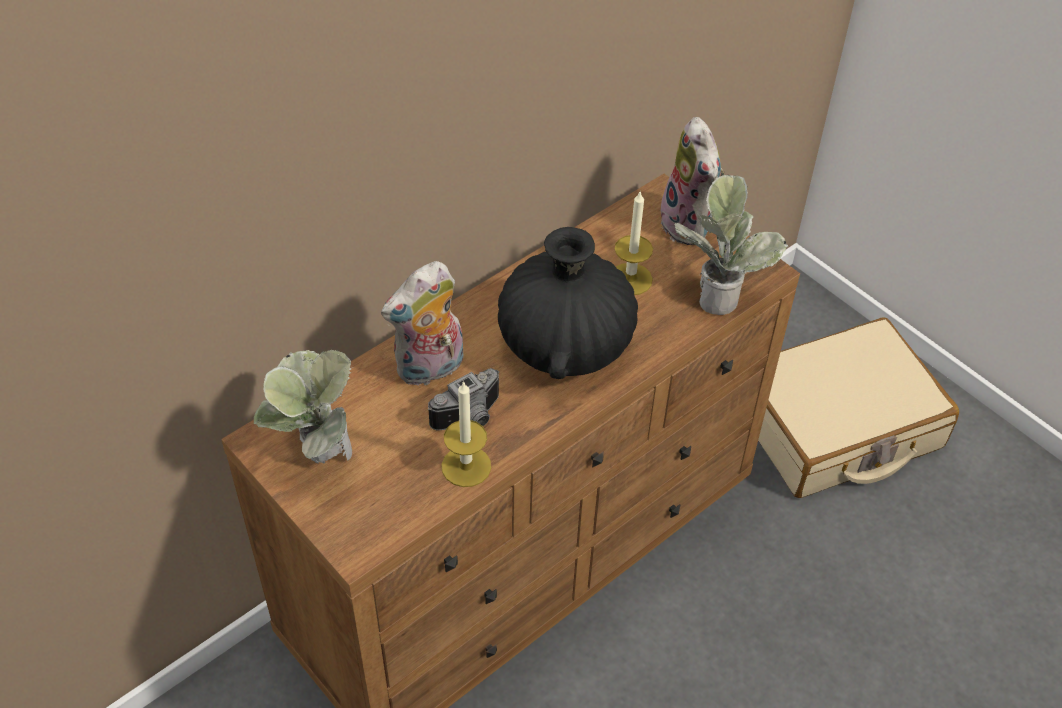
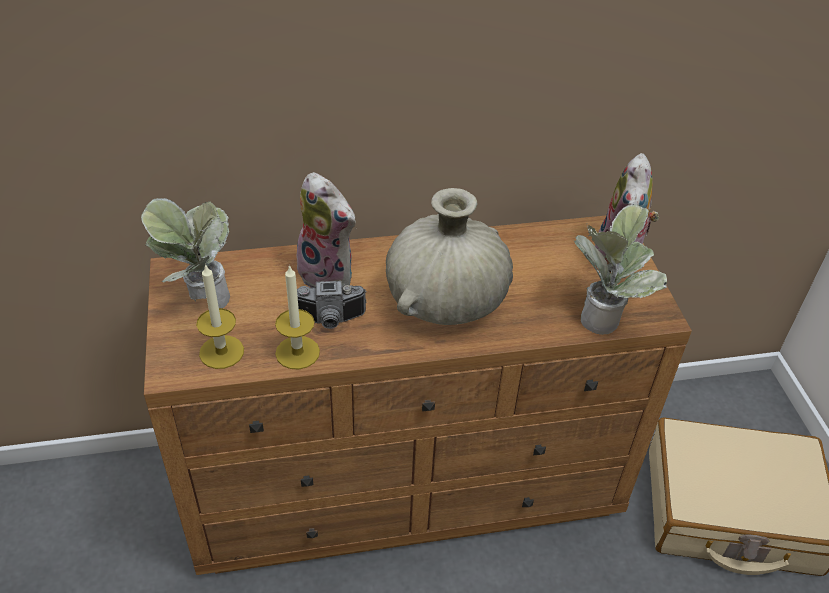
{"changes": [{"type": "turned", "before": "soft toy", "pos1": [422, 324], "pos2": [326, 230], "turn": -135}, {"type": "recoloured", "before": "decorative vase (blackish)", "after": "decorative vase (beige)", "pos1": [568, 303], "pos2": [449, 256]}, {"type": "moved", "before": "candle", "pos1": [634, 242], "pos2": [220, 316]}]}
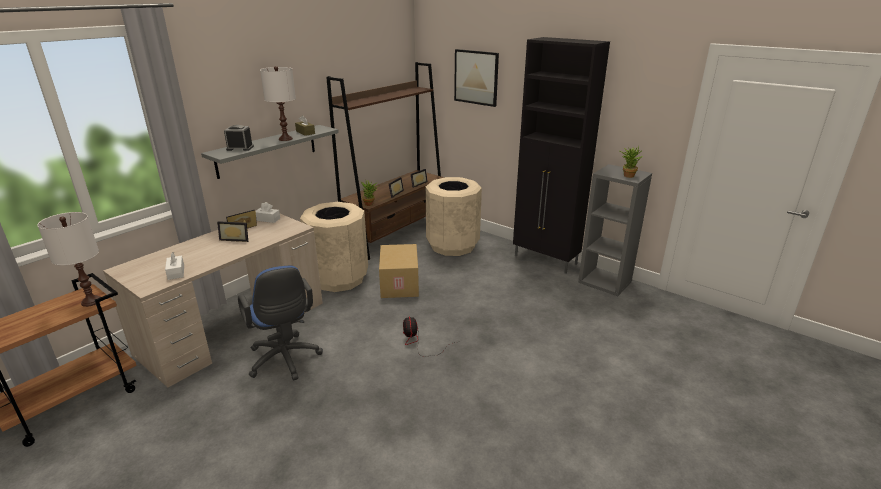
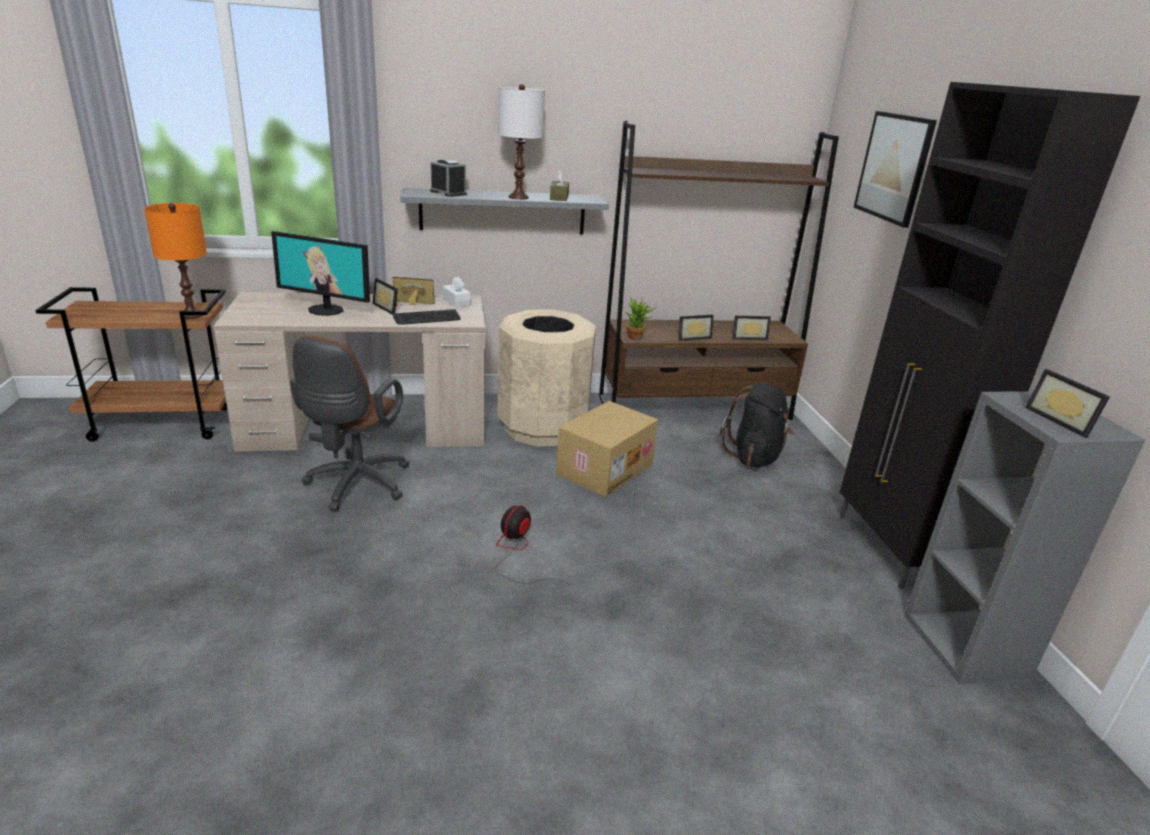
{"changes": [{"type": "recoloured", "before": "lamp for a table (white)", "after": "lamp for a table (orangey)", "pos1": [69, 259], "pos2": [175, 261]}, {"type": "removed", "before": "box of tissues (white)", "pos1": [174, 266]}, {"type": "recoloured", "before": "computer chair (blue-coloured)", "after": "computer chair (brown-coloured)", "pos1": [280, 323], "pos2": [350, 424]}, {"type": "replaced", "before": "trash can (beige)", "after": "rucksack (blackish)", "pos1": [453, 216], "pos2": [757, 425]}, {"type": "replaced", "before": "plant in a pot", "after": "picture frame", "pos1": [631, 162], "pos2": [1067, 403]}, {"type": "added", "after": "monitor", "pos2": [320, 273]}, {"type": "added", "after": "PC keyboard", "pos2": [427, 317]}]}
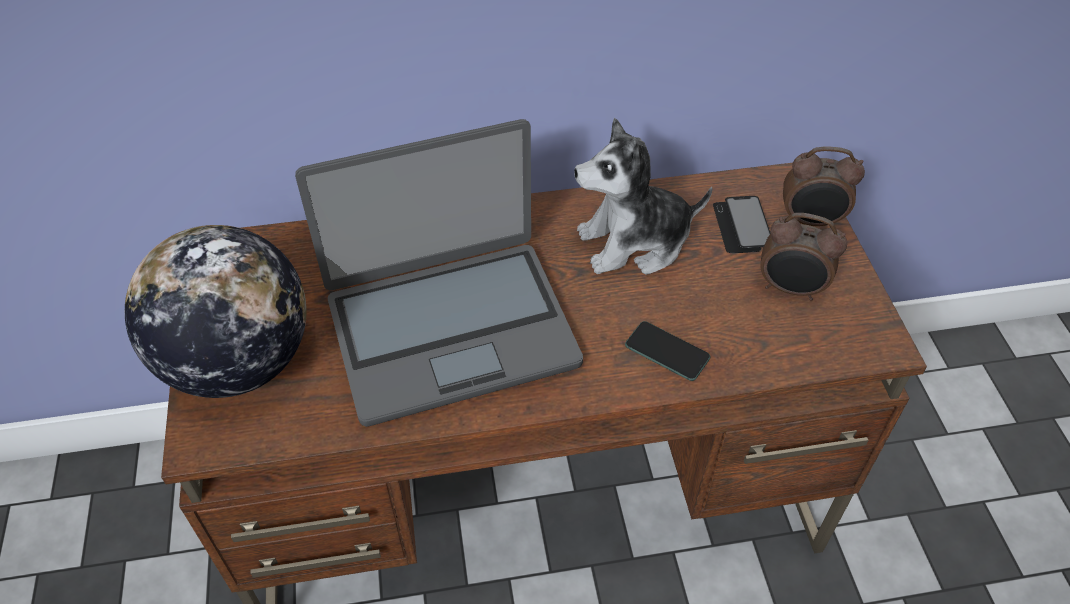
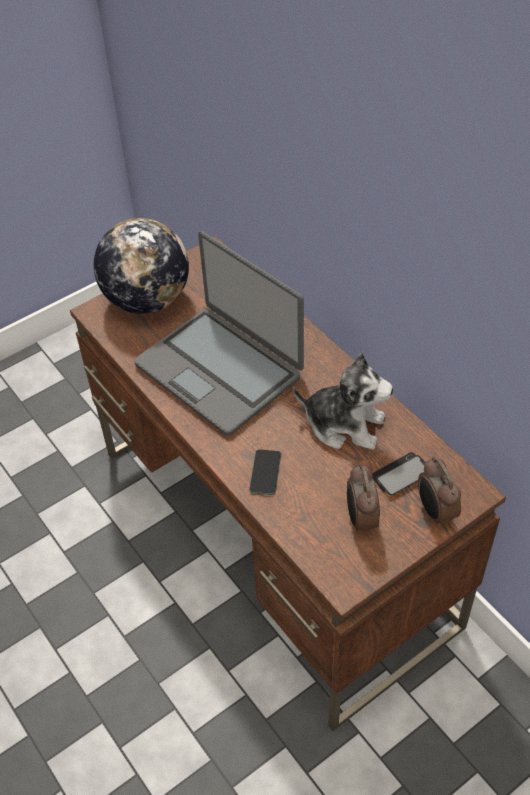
{"changes": [{"type": "turned", "before": "soft toy", "pos1": [643, 196], "pos2": [343, 401], "turn": 150}]}
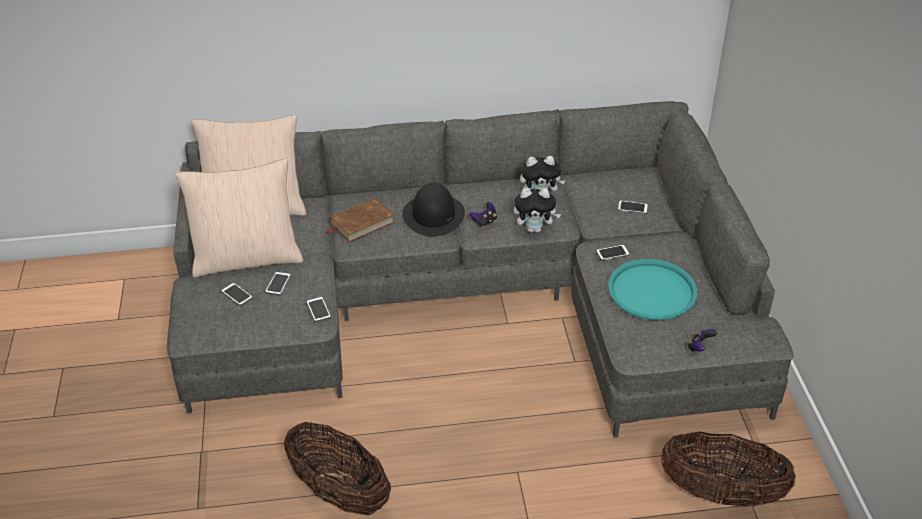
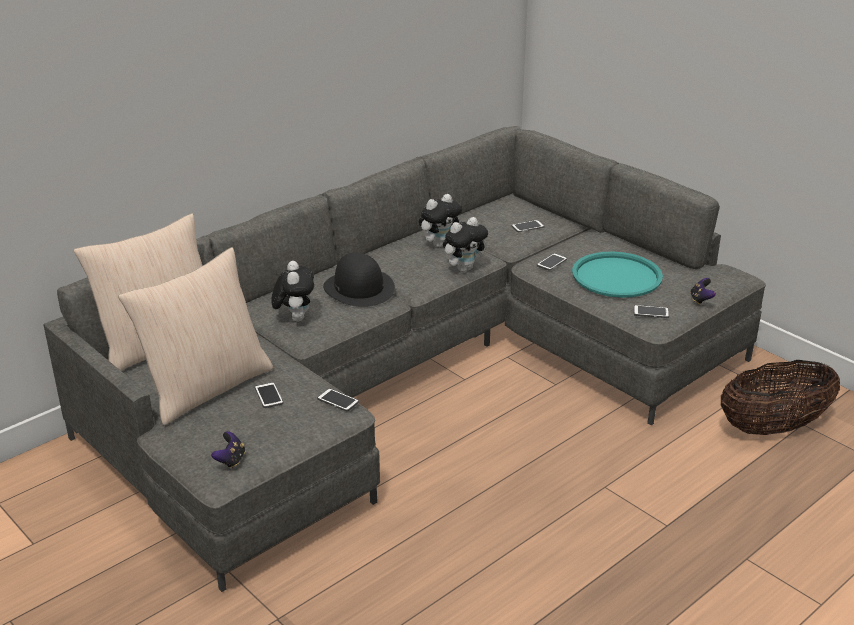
{"changes": [{"type": "moved", "before": "telephone", "pos1": [237, 294], "pos2": [651, 311]}, {"type": "removed", "before": "household basket", "pos1": [337, 468]}, {"type": "replaced", "before": "bound book (brown-coloured)", "after": "soft toy", "pos1": [360, 219], "pos2": [292, 291]}, {"type": "moved", "before": "joypad", "pos1": [483, 215], "pos2": [228, 449]}]}
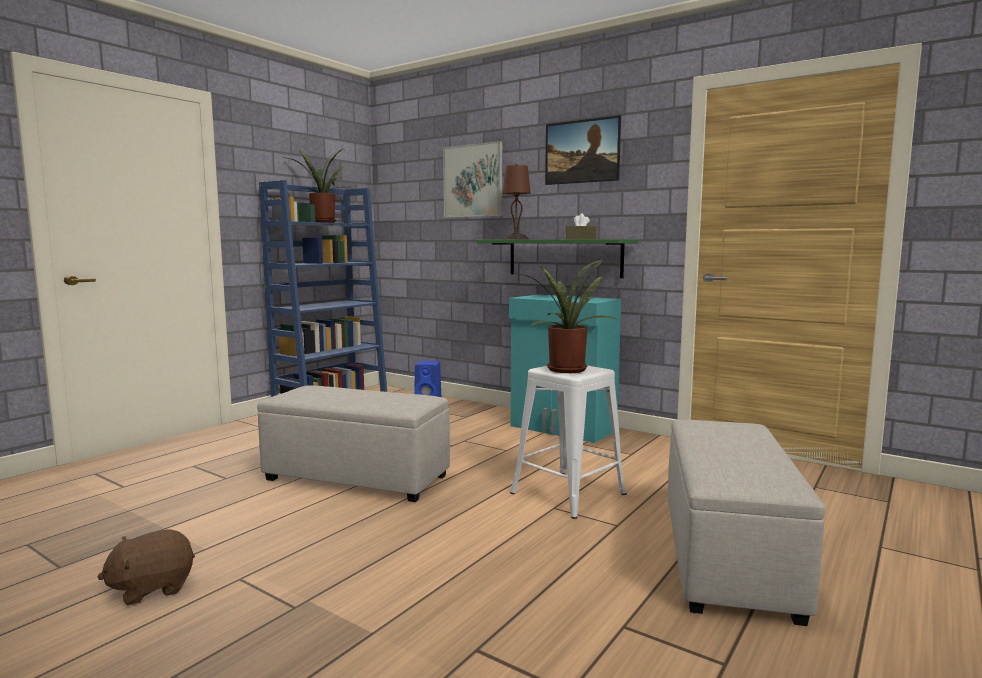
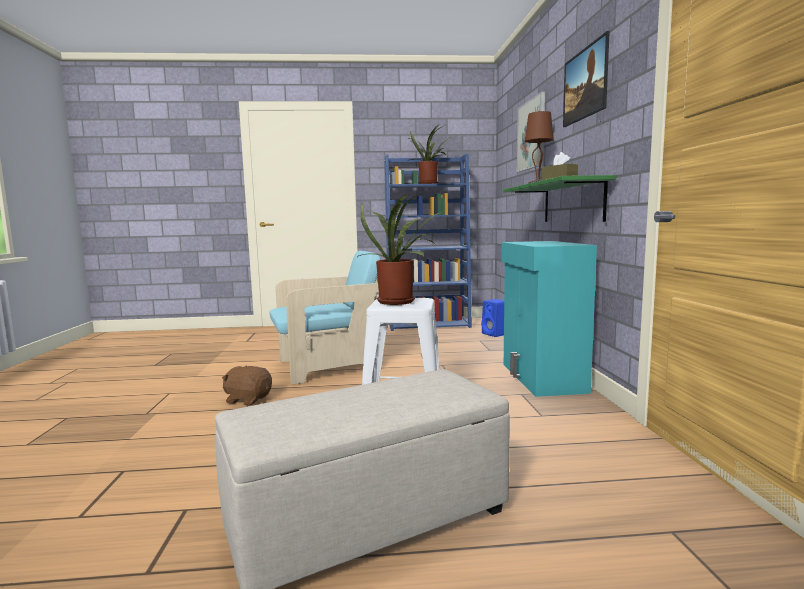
{"changes": [{"type": "moved", "before": "soft toy (brown-coloured)", "pos1": [146, 567], "pos2": [247, 385]}, {"type": "replaced", "before": "pouffe (beige)", "after": "armchair (blue-green)", "pos1": [353, 443], "pos2": [325, 318]}]}
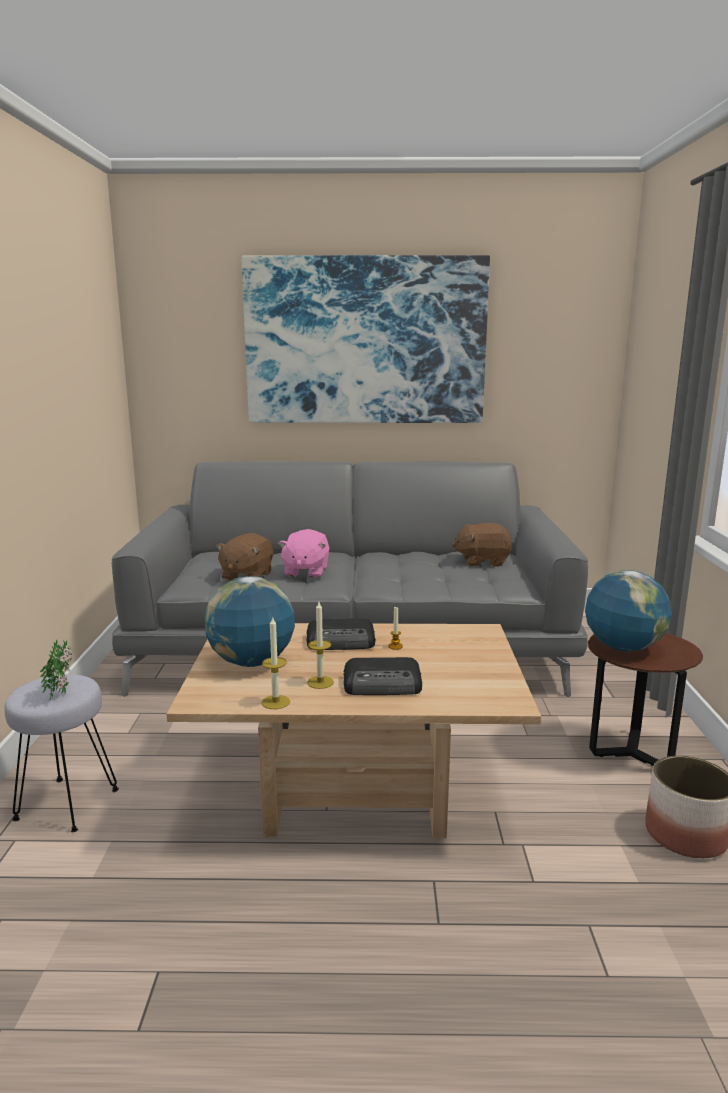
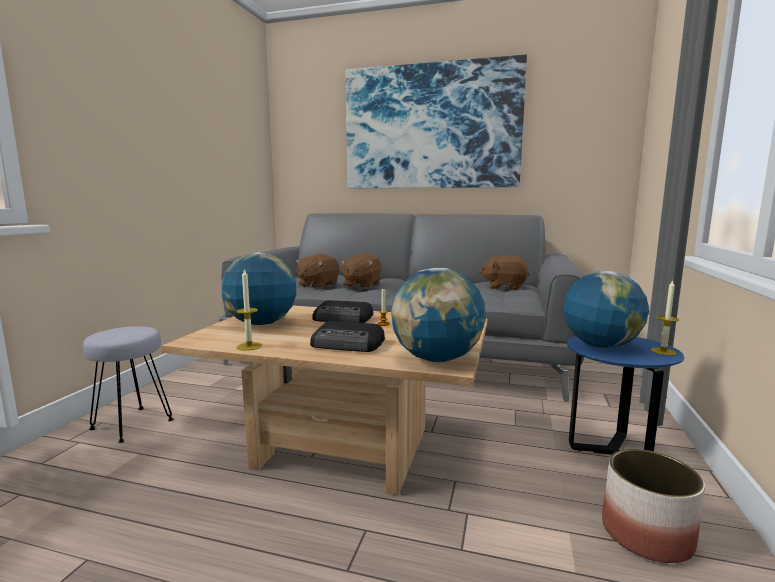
{"changes": [{"type": "removed", "before": "plant in a pot", "pos1": [56, 670]}, {"type": "recoloured", "before": "soft toy (pink)", "after": "soft toy (brown-coloured)", "pos1": [303, 553], "pos2": [361, 271]}, {"type": "moved", "before": "candle", "pos1": [320, 645], "pos2": [665, 318]}, {"type": "recoloured", "before": "end table (brown-coloured)", "after": "end table (blue-coloured)", "pos1": [645, 699], "pos2": [625, 395]}, {"type": "added", "after": "world globe", "pos2": [438, 315]}]}
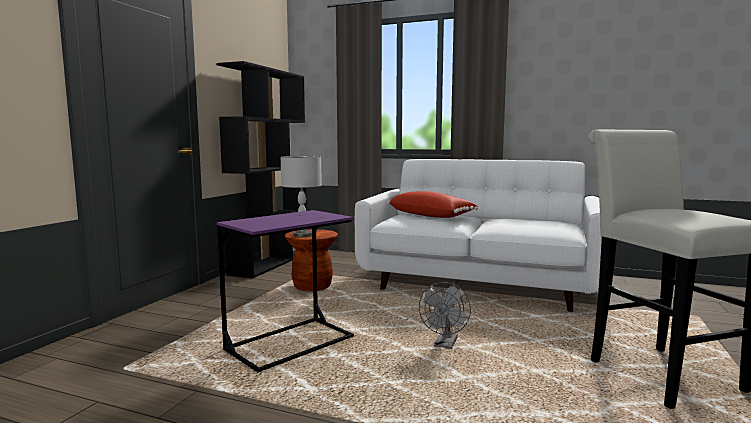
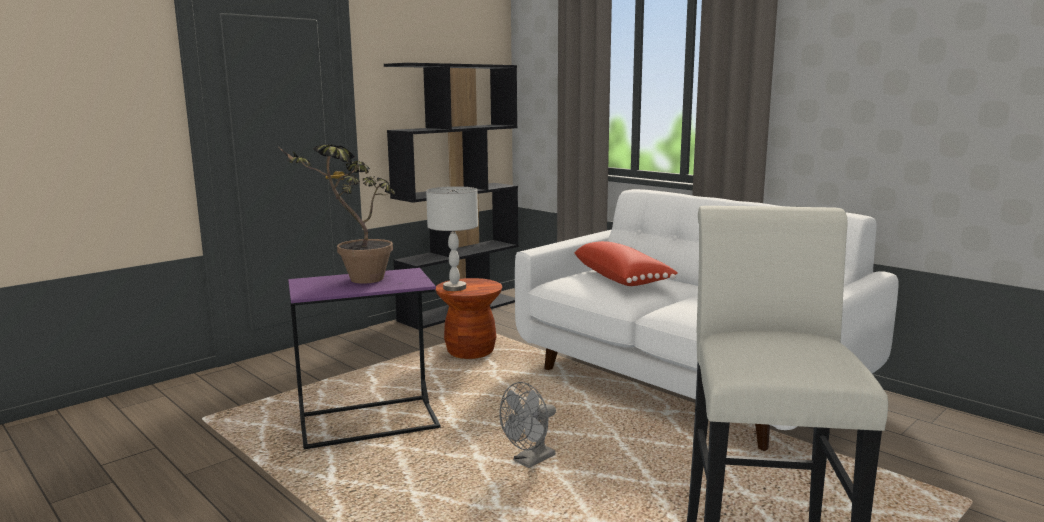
{"changes": [{"type": "added", "after": "plant in a pot", "pos2": [337, 214]}]}
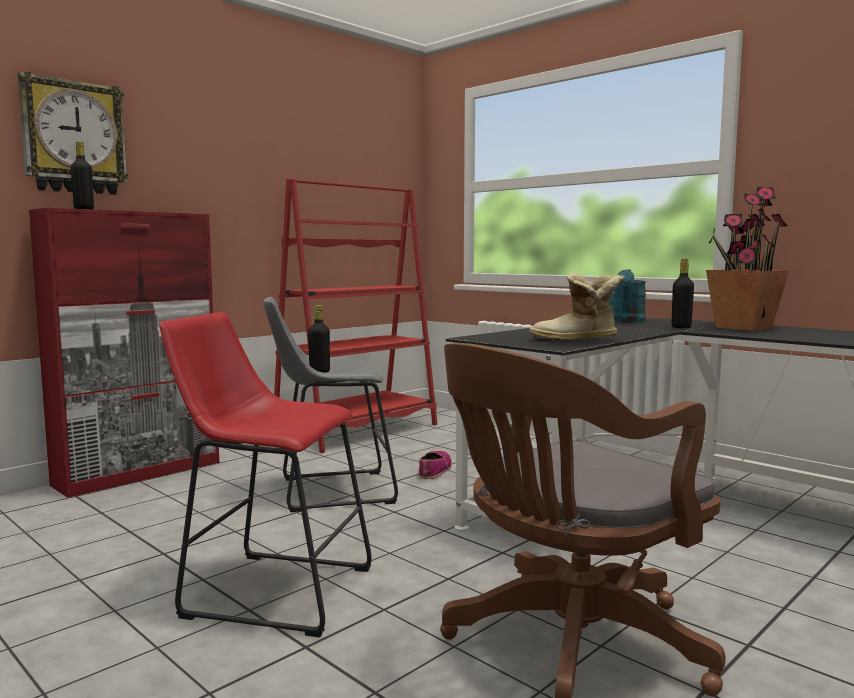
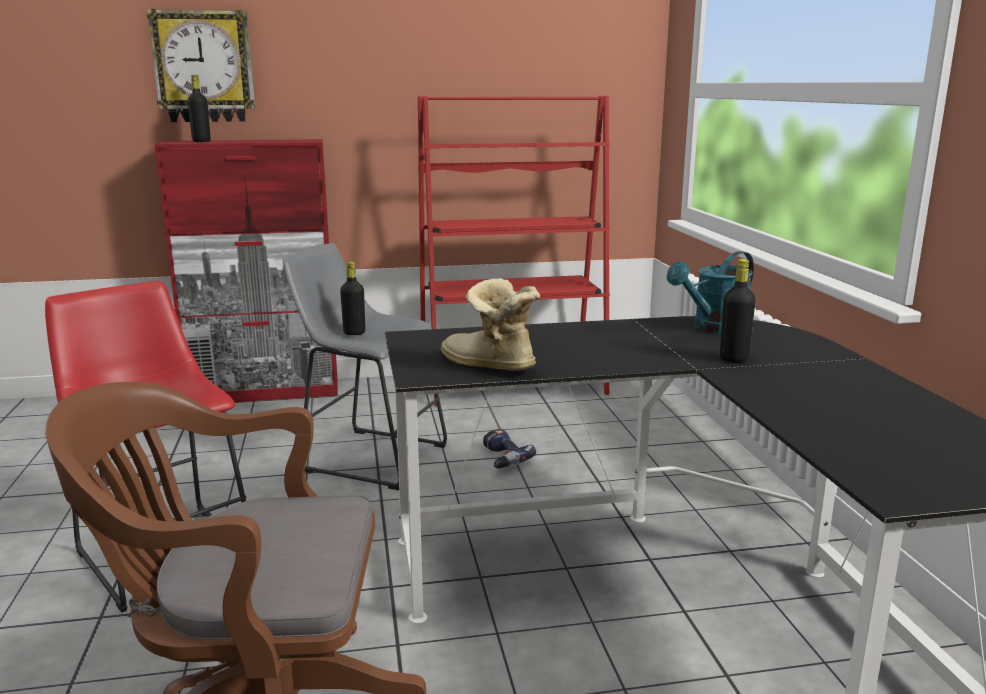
{"changes": [{"type": "replaced", "before": "low shoe", "after": "electric drill", "pos1": [435, 465], "pos2": [509, 448]}, {"type": "removed", "before": "plant in a pot", "pos1": [747, 259]}]}
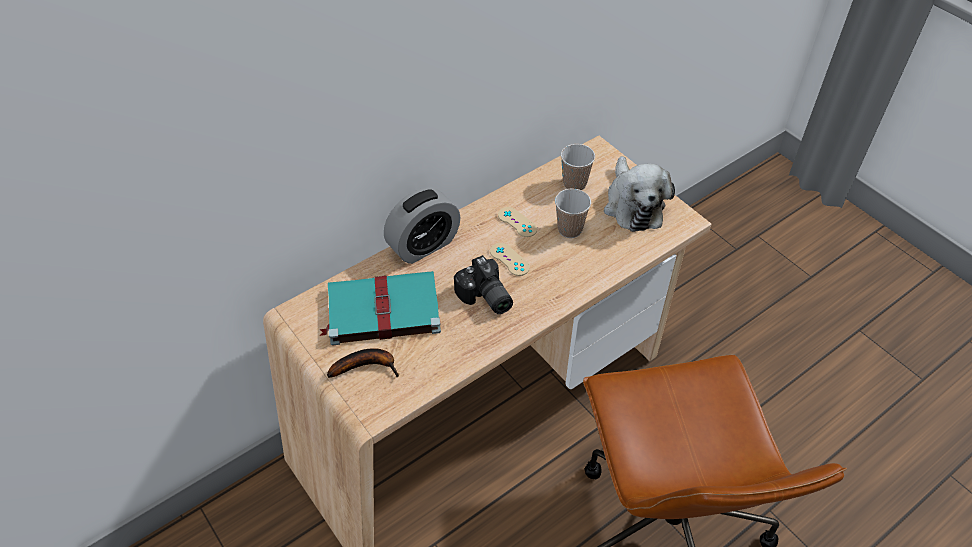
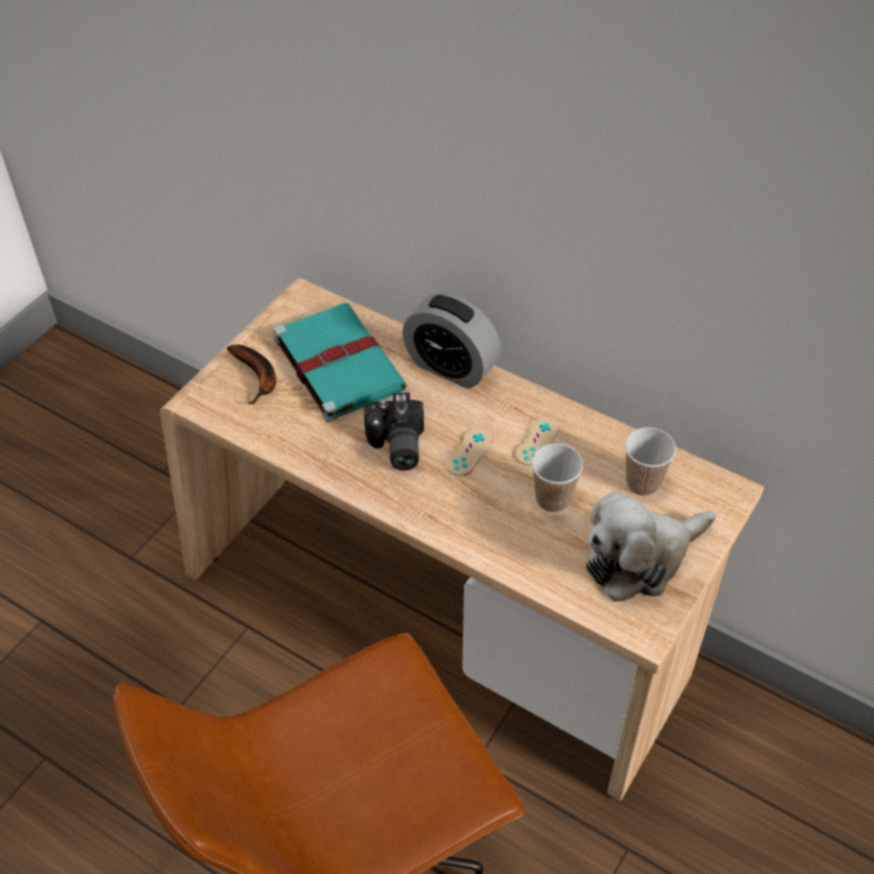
{"changes": [{"type": "turned", "before": "photo camera", "pos1": [483, 284], "pos2": [394, 432], "turn": -45}]}
